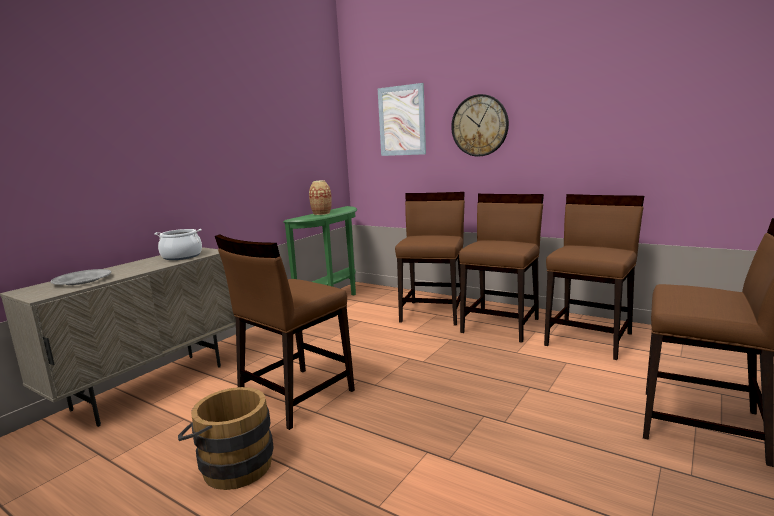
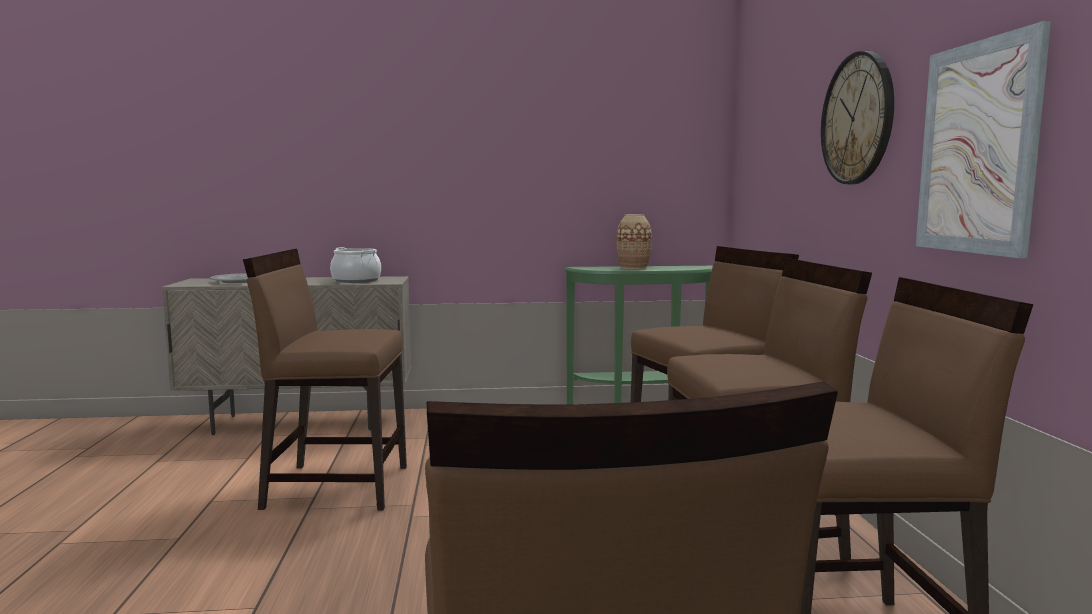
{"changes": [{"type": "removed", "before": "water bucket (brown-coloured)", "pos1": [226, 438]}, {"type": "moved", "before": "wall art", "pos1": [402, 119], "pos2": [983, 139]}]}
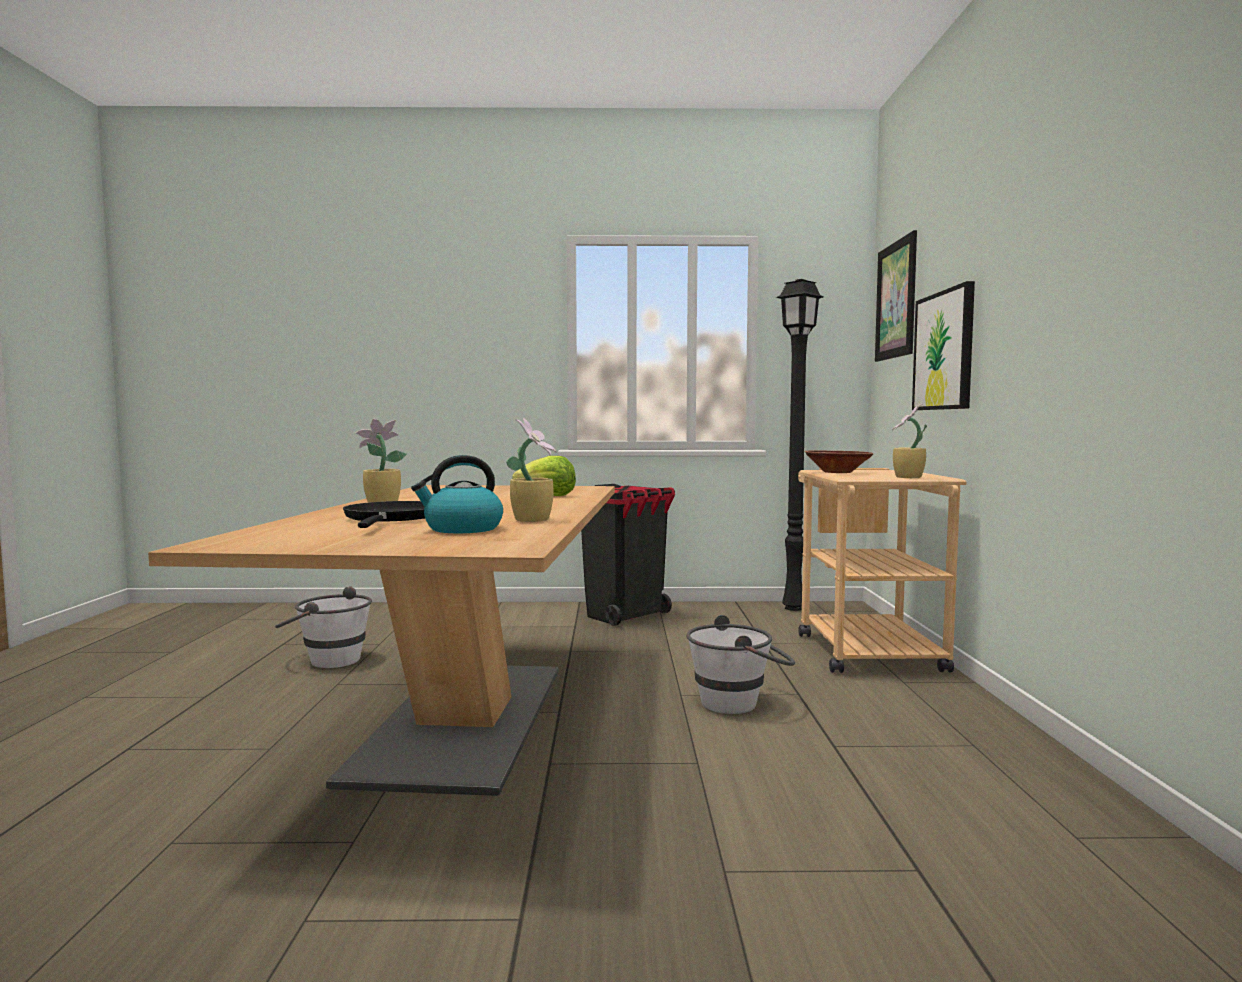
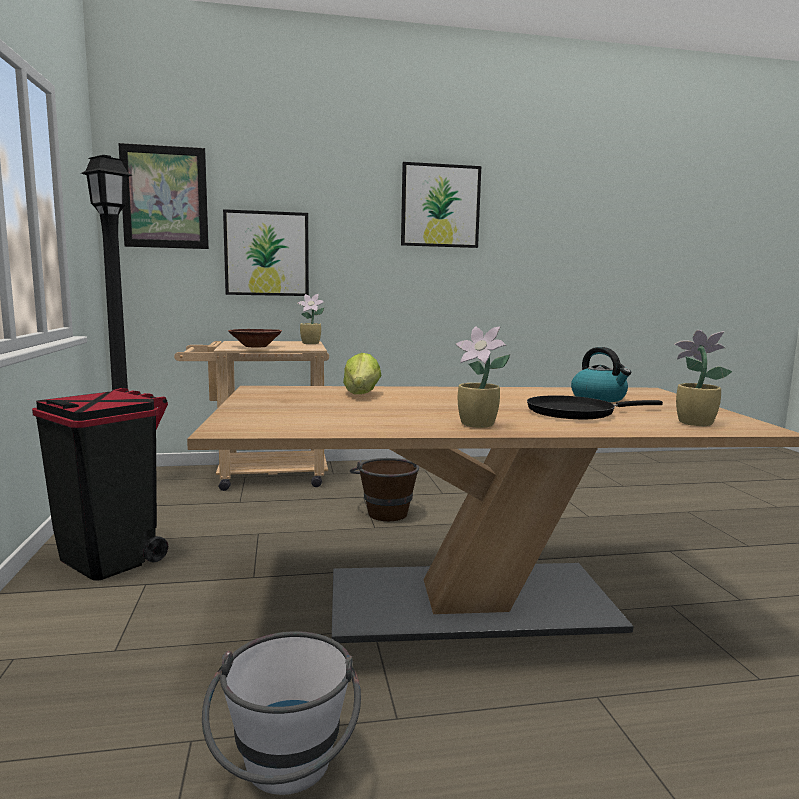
{"changes": [{"type": "moved", "before": "plant in a pot", "pos1": [531, 470], "pos2": [703, 378]}, {"type": "recoloured", "before": "water bucket (white)", "after": "water bucket (brown-coloured)", "pos1": [740, 664], "pos2": [384, 489]}, {"type": "added", "after": "wall art", "pos2": [441, 205]}]}
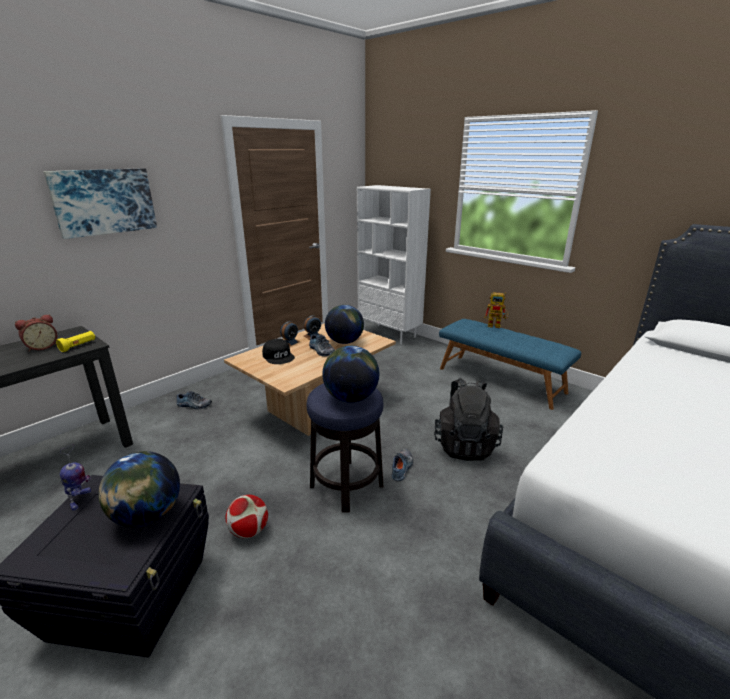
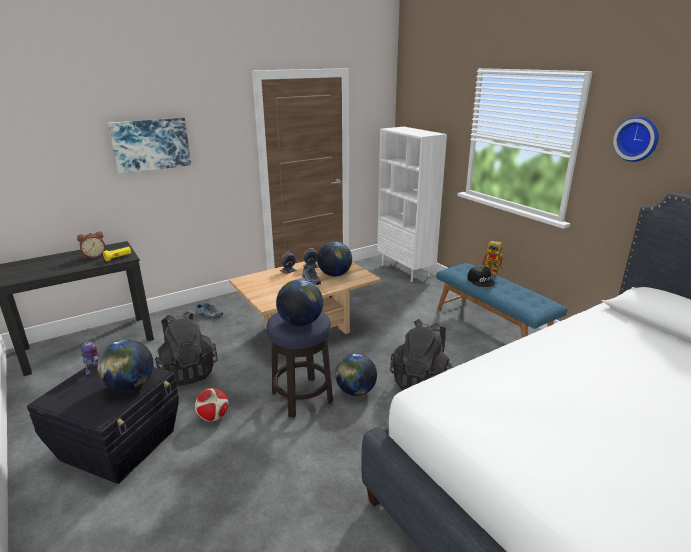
{"changes": [{"type": "moved", "before": "peaked cap (blackish)", "pos1": [278, 351], "pos2": [481, 276]}, {"type": "replaced", "before": "low shoe", "after": "world globe", "pos1": [402, 465], "pos2": [356, 375]}, {"type": "added", "after": "rucksack (blackish)", "pos2": [186, 348]}, {"type": "added", "after": "hanging clock", "pos2": [636, 139]}]}
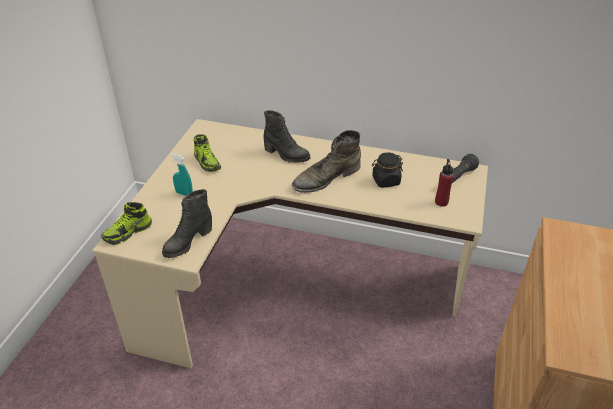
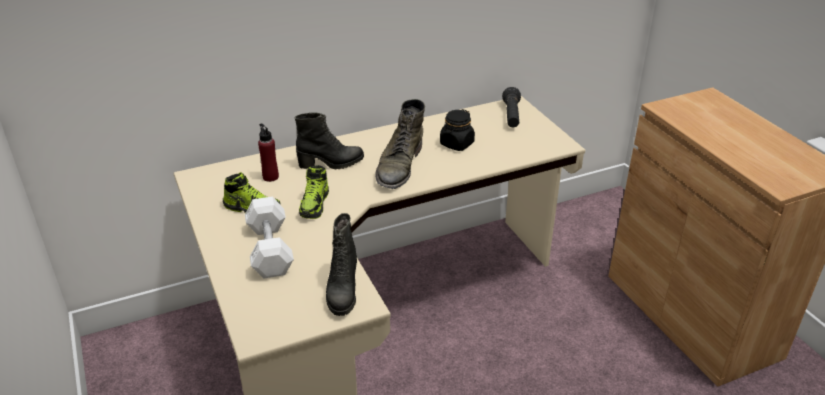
{"changes": [{"type": "moved", "before": "low shoe", "pos1": [126, 223], "pos2": [314, 192]}, {"type": "replaced", "before": "sprayer (blue-green)", "after": "hand weight (white)", "pos1": [182, 174], "pos2": [269, 237]}, {"type": "moved", "before": "drink bottle (red)", "pos1": [444, 183], "pos2": [268, 152]}]}
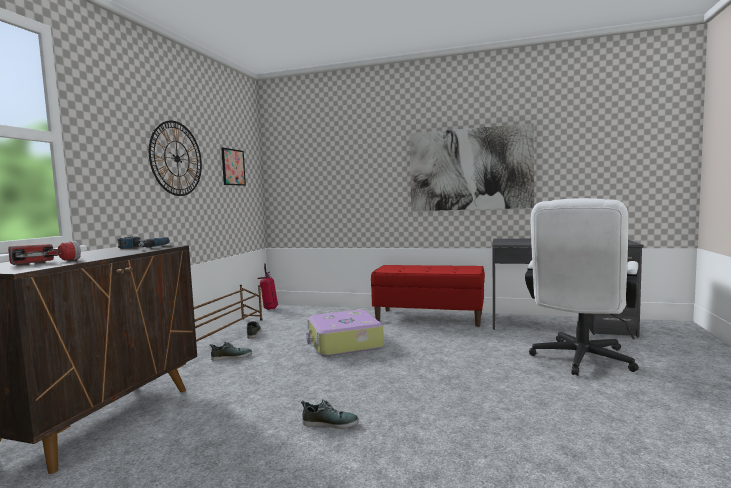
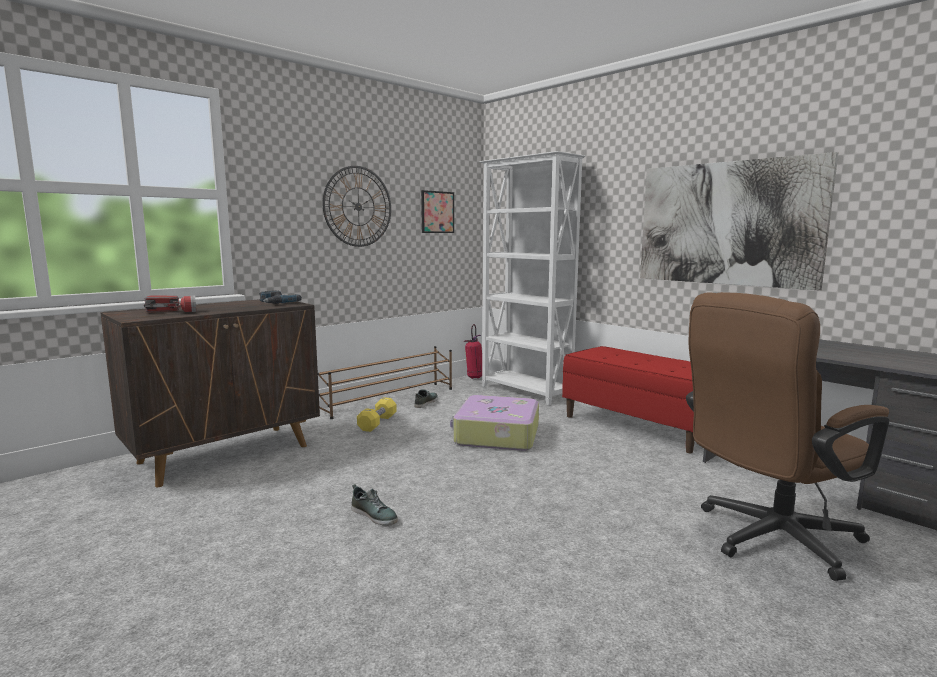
{"changes": [{"type": "replaced", "before": "low shoe", "after": "hand weight (yellow-coloured)", "pos1": [231, 351], "pos2": [377, 414]}, {"type": "recoloured", "before": "computer chair (white)", "after": "computer chair (brown-coloured)", "pos1": [582, 287], "pos2": [787, 436]}, {"type": "added", "after": "shelving unit (white)", "pos2": [532, 278]}]}
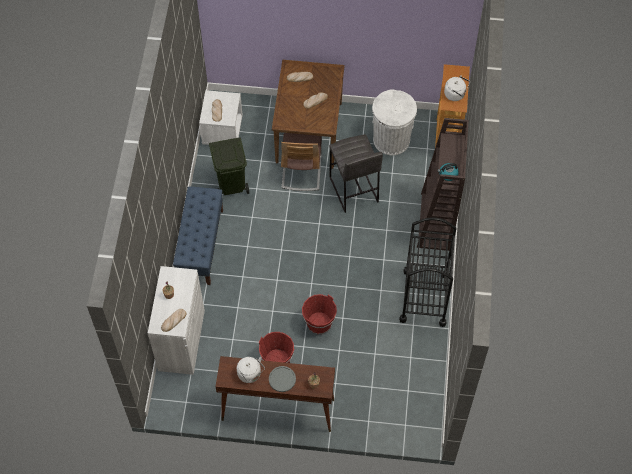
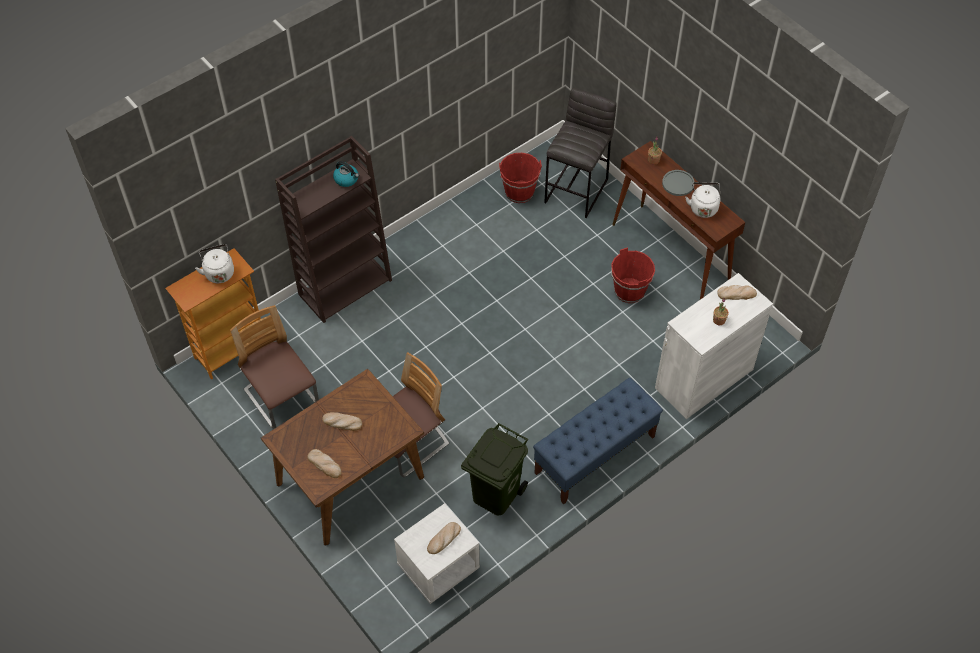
{"changes": [{"type": "moved", "before": "water bucket (red)", "pos1": [319, 314], "pos2": [520, 178]}, {"type": "moved", "before": "stool (grey)", "pos1": [356, 173], "pos2": [580, 153]}, {"type": "replaced", "before": "trash can (white)", "after": "chair", "pos1": [394, 122], "pos2": [274, 367]}, {"type": "removed", "before": "trolley (blackish)", "pos1": [428, 272]}]}
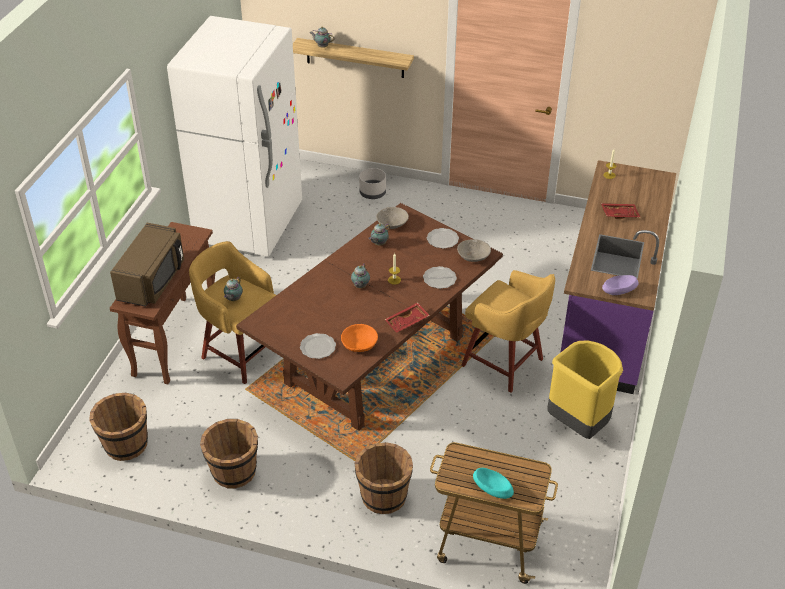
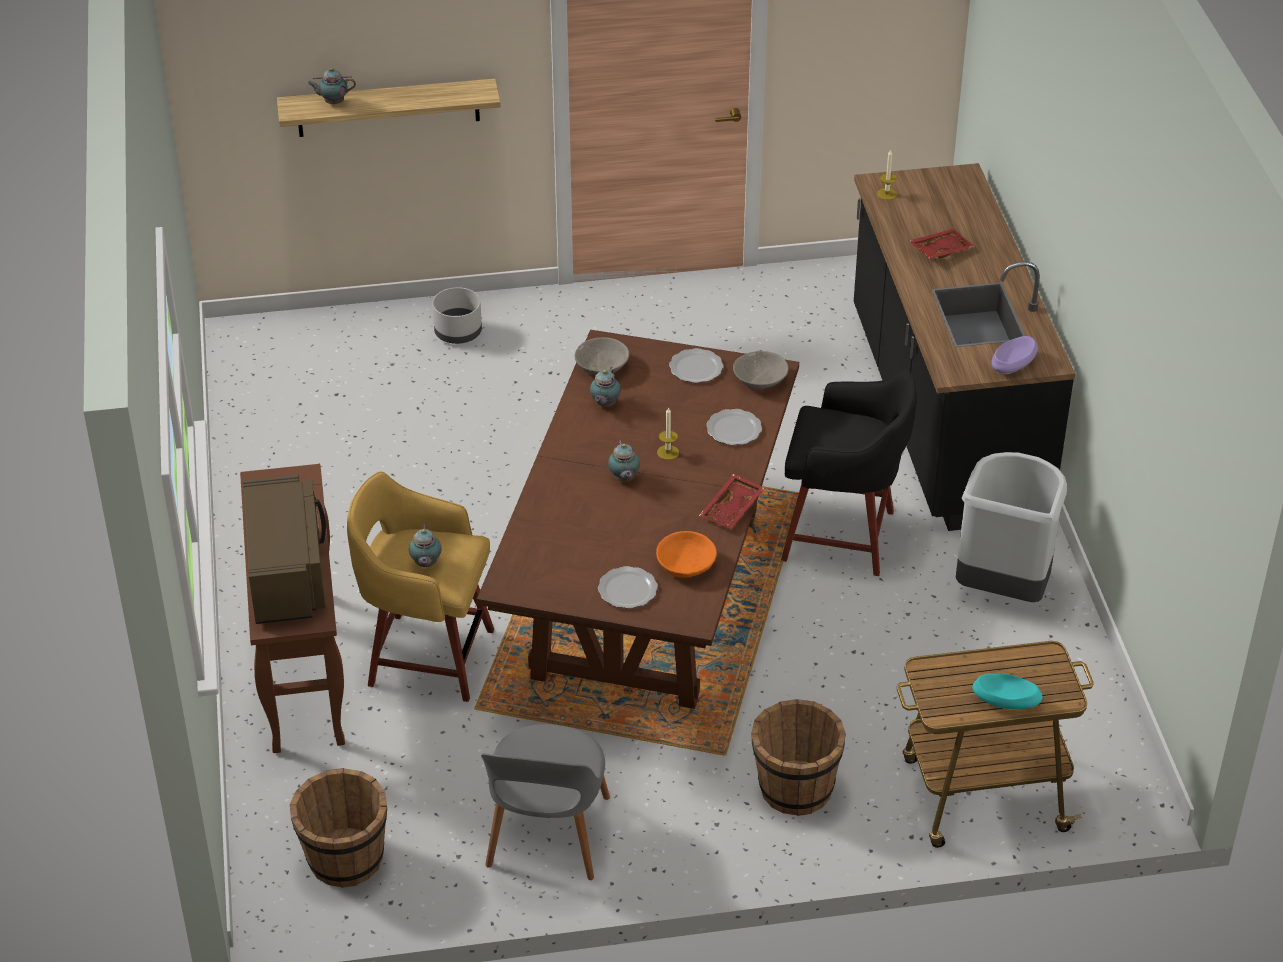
{"changes": [{"type": "removed", "before": "refrigerator (white)", "pos1": [234, 136]}, {"type": "replaced", "before": "water bucket (brown-coloured)", "after": "chair (grey)", "pos1": [229, 454], "pos2": [545, 802]}, {"type": "recoloured", "before": "stool (yellow-coloured)", "after": "stool (blackish)", "pos1": [508, 331], "pos2": [848, 472]}, {"type": "recoloured", "before": "trash can (yellow-coloured)", "after": "trash can (grey)", "pos1": [585, 389], "pos2": [1011, 527]}, {"type": "recoloured", "before": "kitchen counter (purplish)", "after": "kitchen counter (blackish)", "pos1": [618, 277], "pos2": [964, 347]}]}
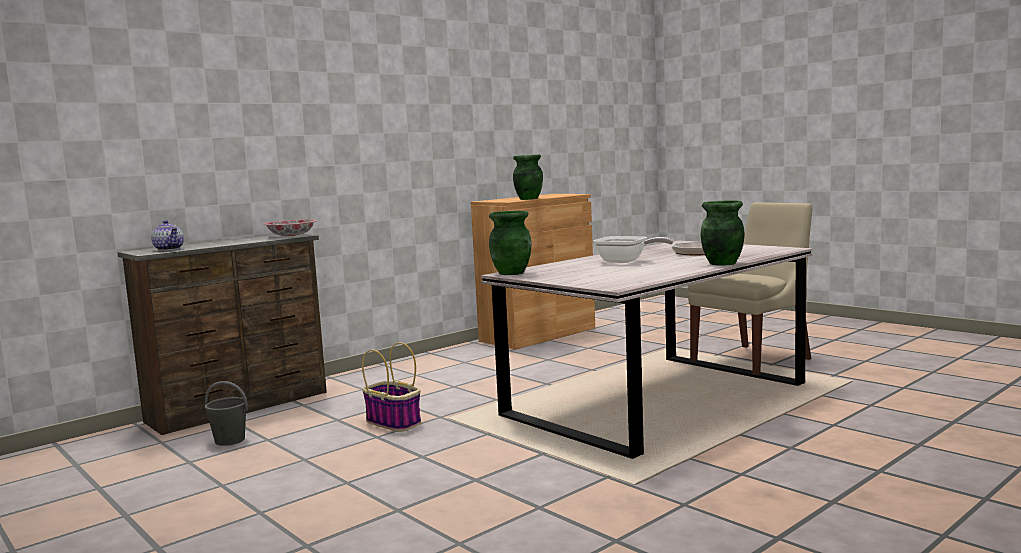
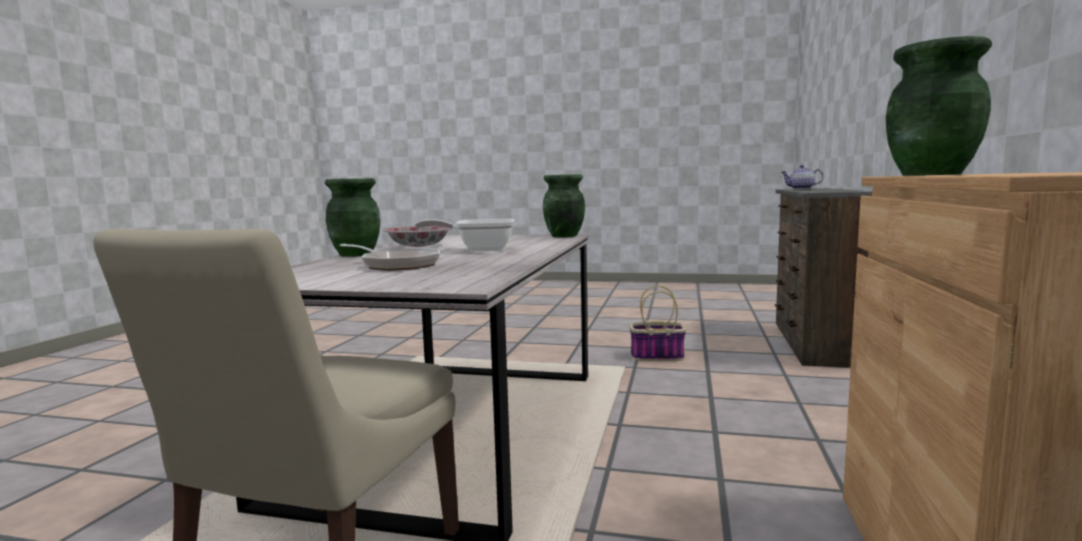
{"changes": [{"type": "removed", "before": "water bucket (grey)", "pos1": [226, 413]}, {"type": "moved", "before": "serving bowl", "pos1": [290, 227], "pos2": [417, 236]}]}
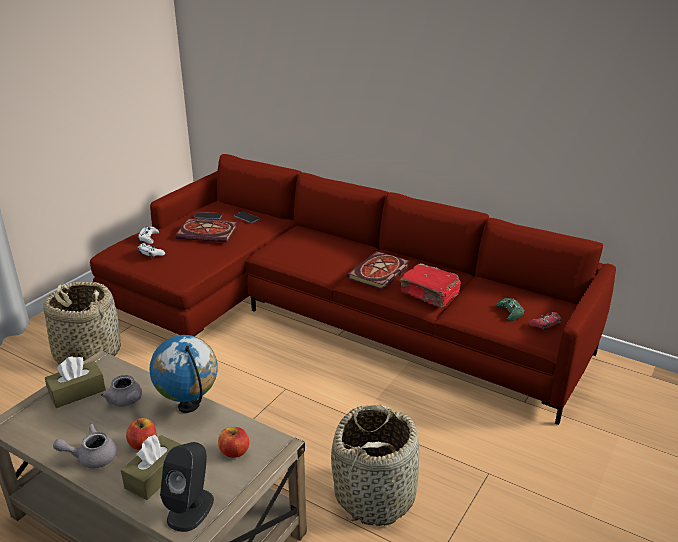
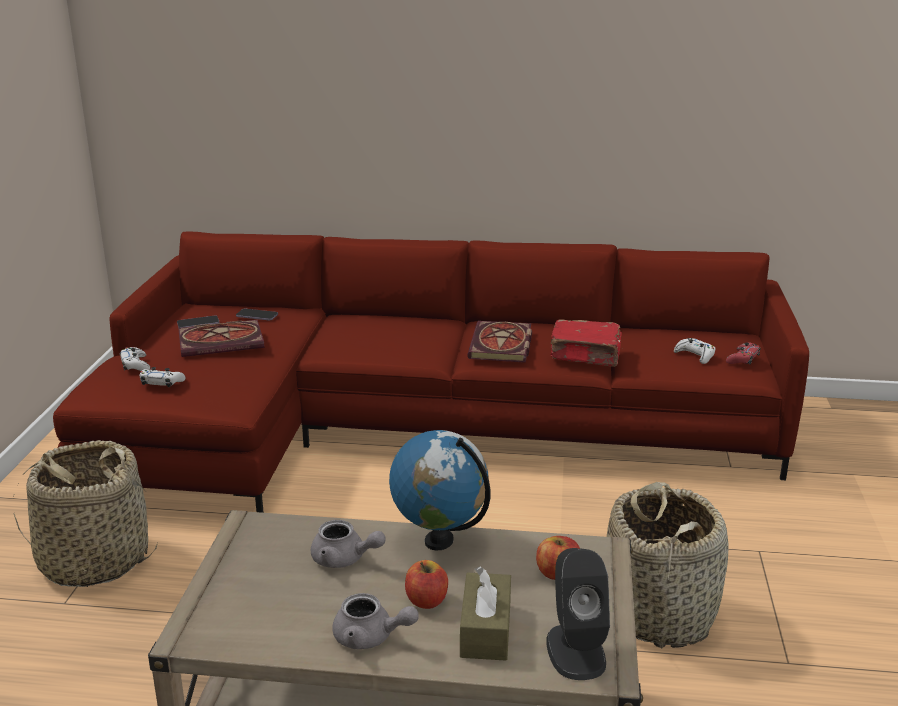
{"changes": [{"type": "removed", "before": "box of tissues (brown-coloured)", "pos1": [75, 382]}, {"type": "turned", "before": "teapot (grey)", "pos1": [85, 446], "pos2": [375, 621], "turn": -120}, {"type": "recoloured", "before": "joypad (green)", "after": "joypad (white)", "pos1": [510, 309], "pos2": [695, 351]}]}
